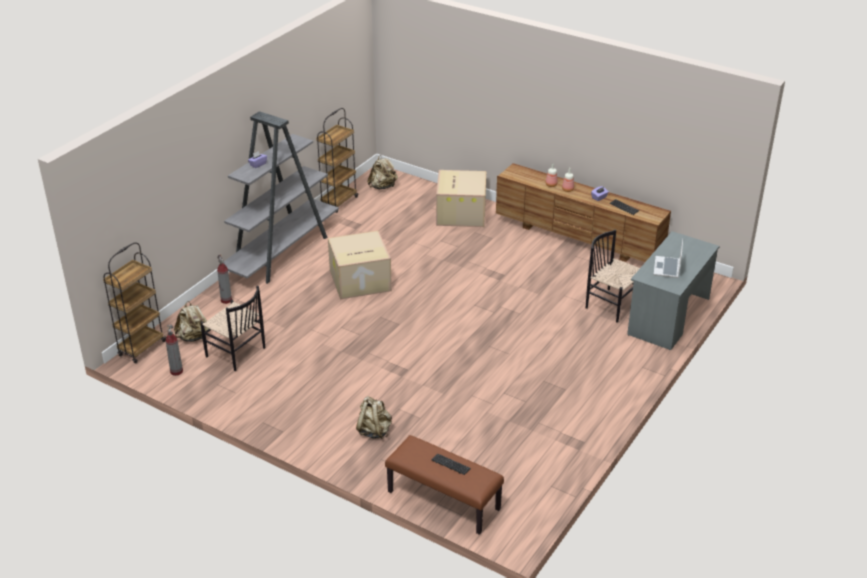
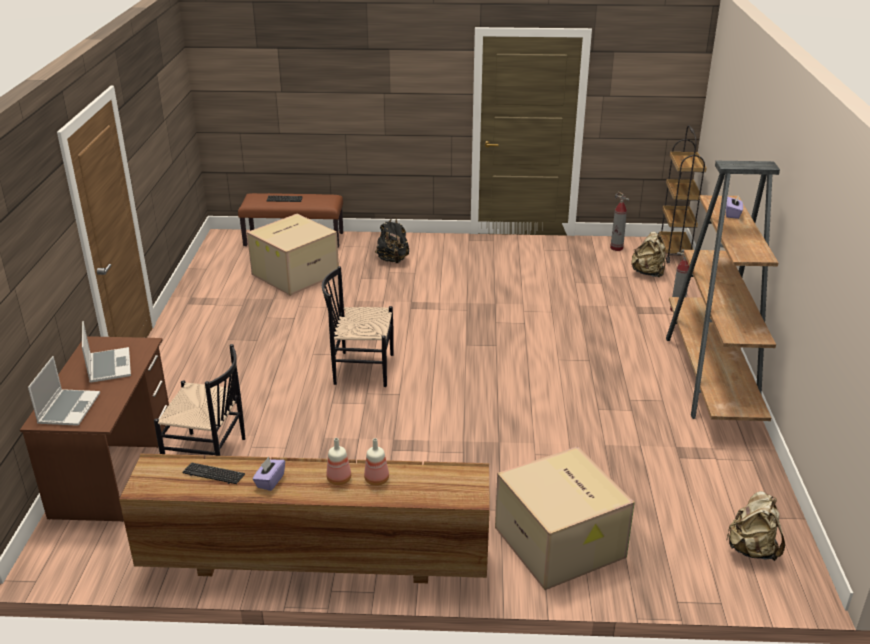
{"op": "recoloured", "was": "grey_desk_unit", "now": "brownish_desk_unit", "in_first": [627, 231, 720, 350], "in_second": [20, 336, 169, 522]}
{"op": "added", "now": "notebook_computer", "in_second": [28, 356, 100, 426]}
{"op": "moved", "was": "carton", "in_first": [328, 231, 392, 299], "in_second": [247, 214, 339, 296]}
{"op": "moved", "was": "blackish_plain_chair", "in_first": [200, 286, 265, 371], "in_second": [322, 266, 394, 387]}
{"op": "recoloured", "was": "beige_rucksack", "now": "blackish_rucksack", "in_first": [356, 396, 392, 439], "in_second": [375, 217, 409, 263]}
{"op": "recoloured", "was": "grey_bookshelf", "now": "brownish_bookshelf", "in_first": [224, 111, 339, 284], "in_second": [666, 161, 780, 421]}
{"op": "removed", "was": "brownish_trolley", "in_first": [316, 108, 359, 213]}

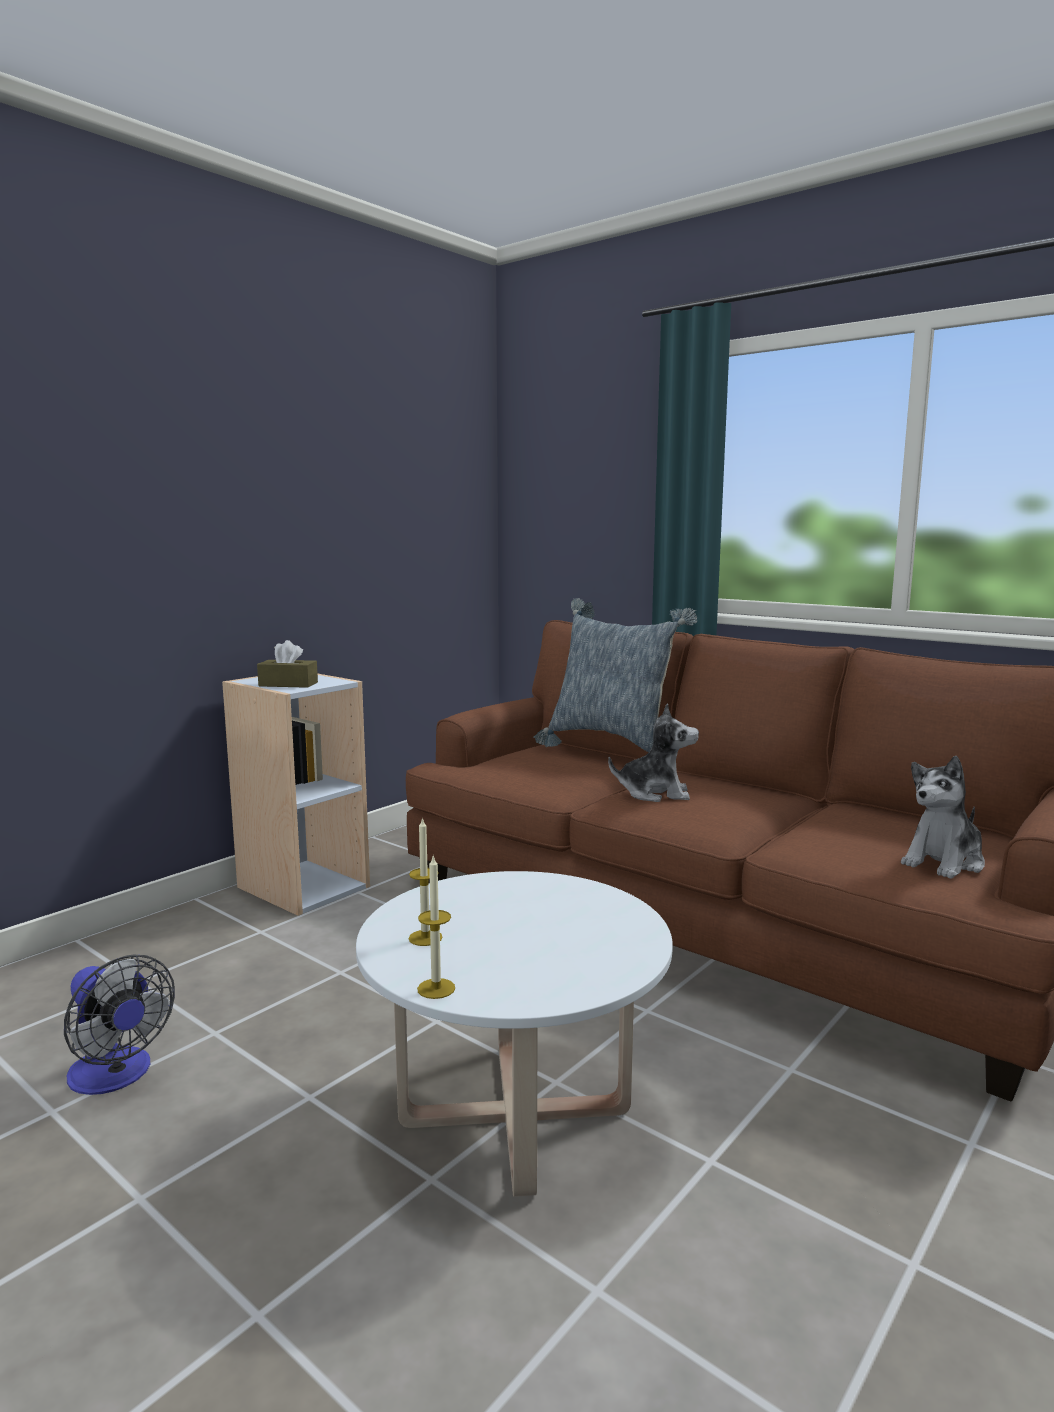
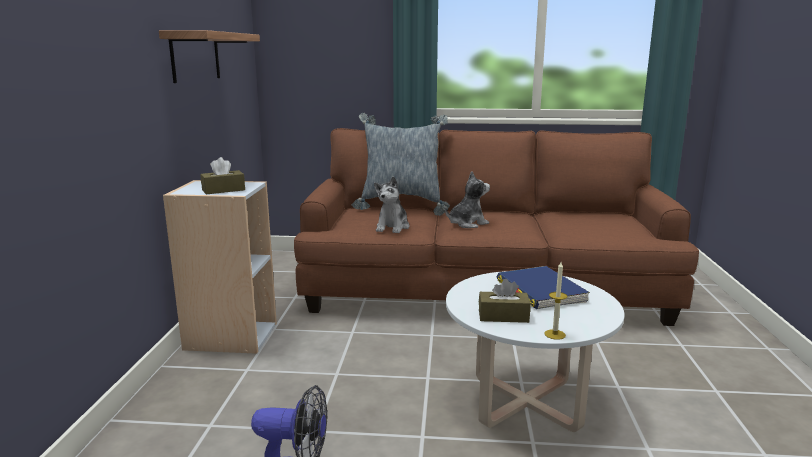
{"op": "added", "now": "shelf", "in_second": [159, 30, 260, 83]}
{"op": "moved", "was": "plush_toy", "in_first": [901, 756, 985, 879], "in_second": [374, 176, 410, 233]}
{"op": "replaced", "was": "wax_light", "now": "brownish_tissue_box", "in_first": [408, 817, 443, 946], "in_second": [479, 279, 531, 323]}
{"op": "added", "now": "blue-coloured_volume", "in_second": [497, 266, 590, 309]}

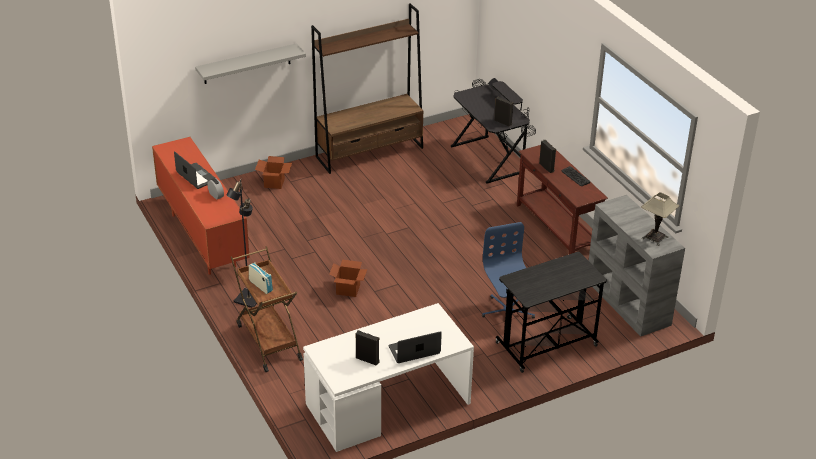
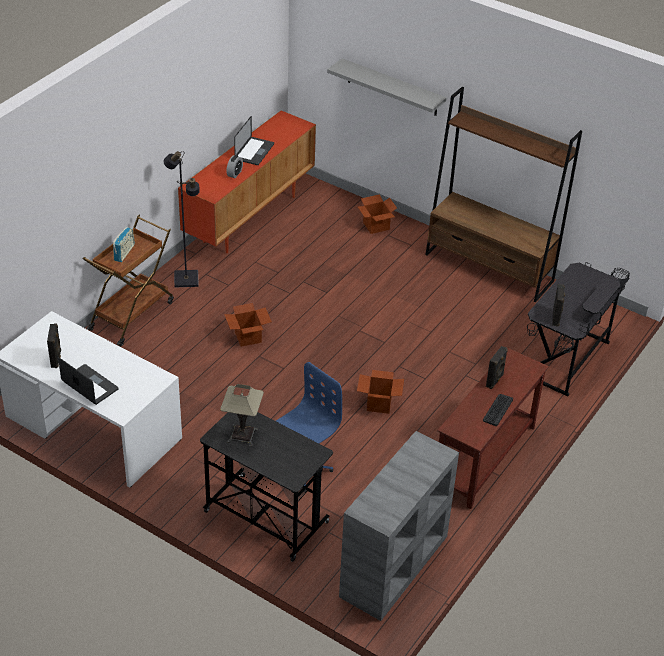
{"op": "moved", "was": "tabletop_lamp", "in_first": [641, 193, 679, 246], "in_second": [220, 384, 264, 446]}
{"op": "added", "now": "carton", "in_second": [357, 370, 404, 414]}

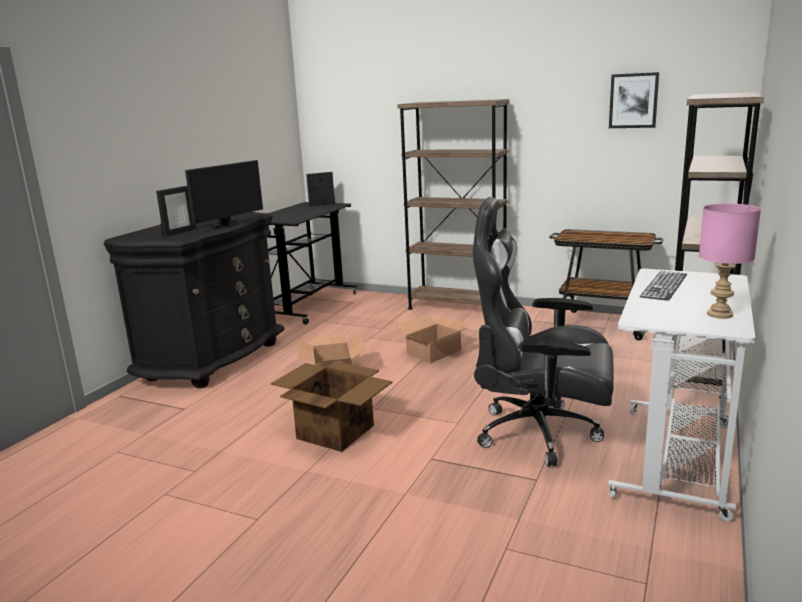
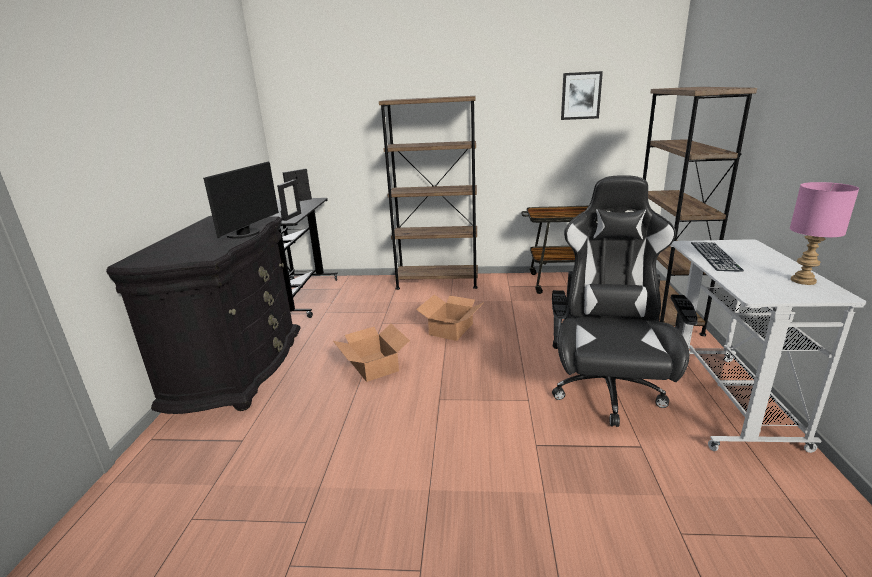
{"op": "moved", "was": "standing_frame", "in_first": [156, 186, 196, 236], "in_second": [277, 180, 301, 221]}
{"op": "turned", "was": "blackish_desk_chair", "in_first": [473, 197, 614, 466], "in_second": [552, 175, 698, 427], "clockwise": 105}
{"op": "removed", "was": "carton", "in_first": [271, 361, 393, 452]}

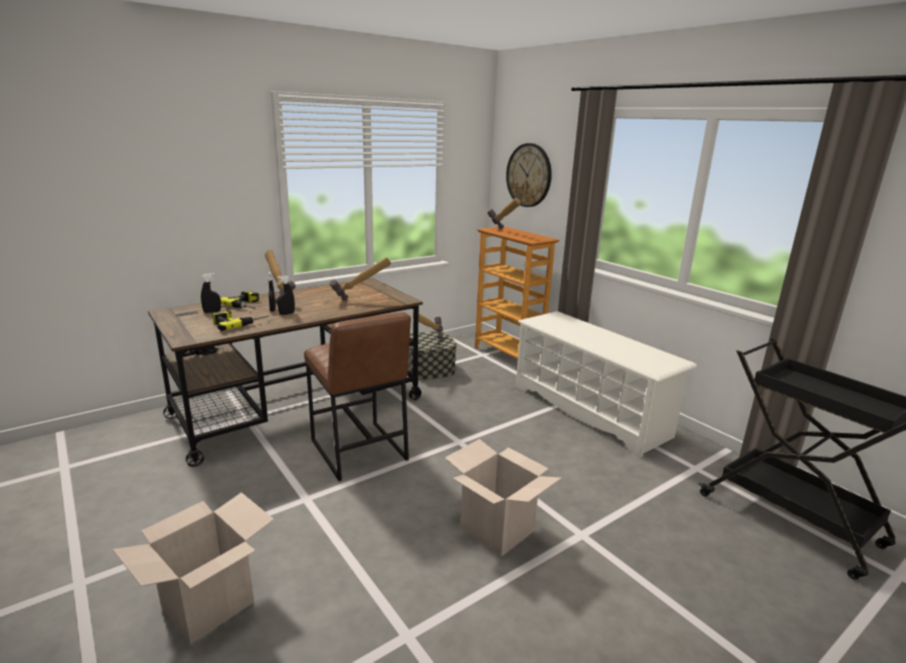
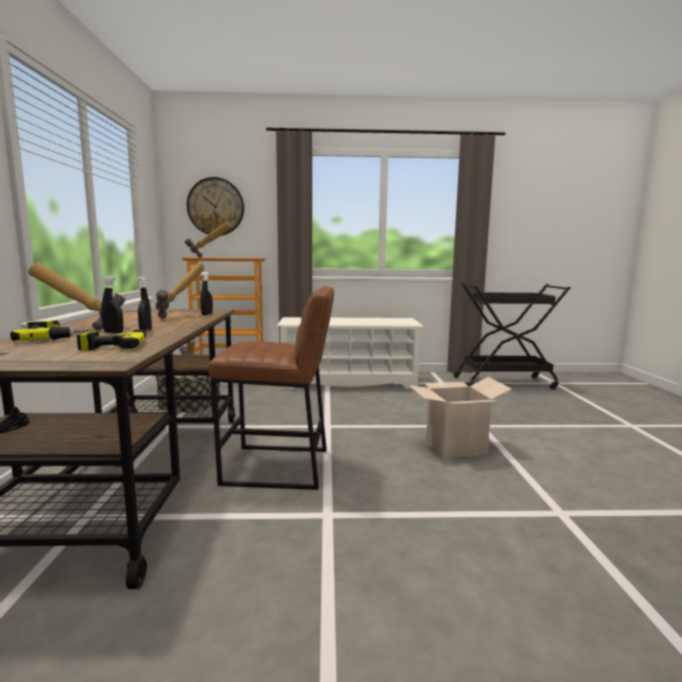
{"op": "moved", "was": "blackish_sprayer", "in_first": [201, 273, 221, 313], "in_second": [200, 272, 213, 315]}
{"op": "removed", "was": "carton", "in_first": [112, 492, 274, 644]}

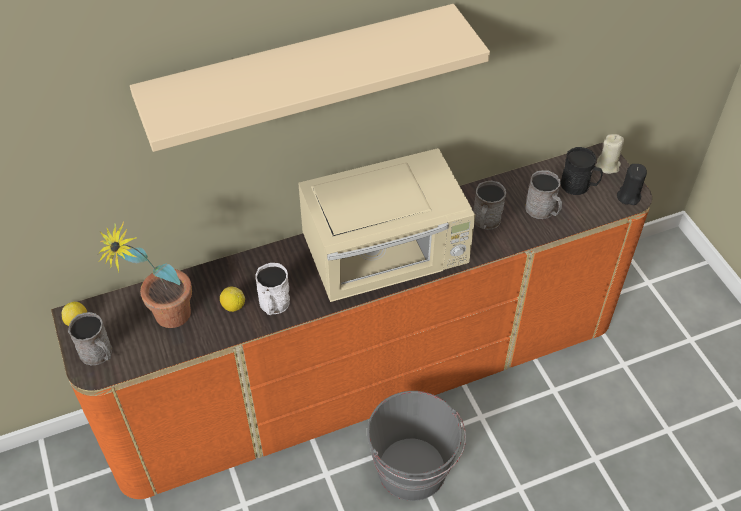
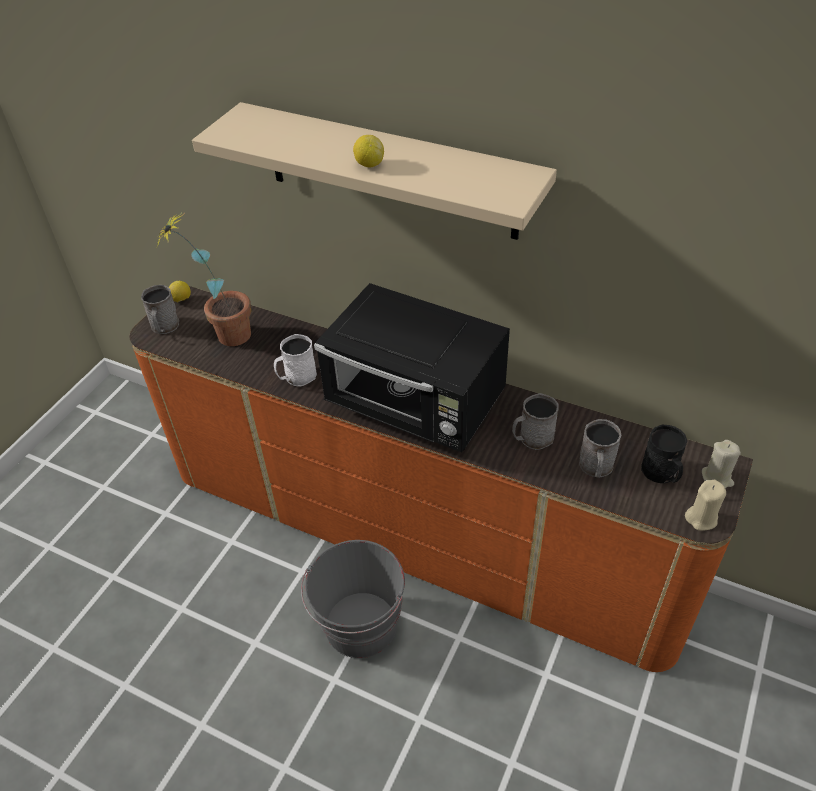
{"op": "recoloured", "was": "beige_kitchen_microwave", "now": "blackish_kitchen_microwave", "in_first": [298, 148, 475, 302], "in_second": [314, 283, 510, 452]}
{"op": "moved", "was": "citrus_fruit", "in_first": [220, 287, 245, 312], "in_second": [353, 135, 384, 168]}
{"op": "recoloured", "was": "blackish_wax_light", "now": "beige_wax_light", "in_first": [617, 164, 647, 205], "in_second": [685, 480, 726, 531]}

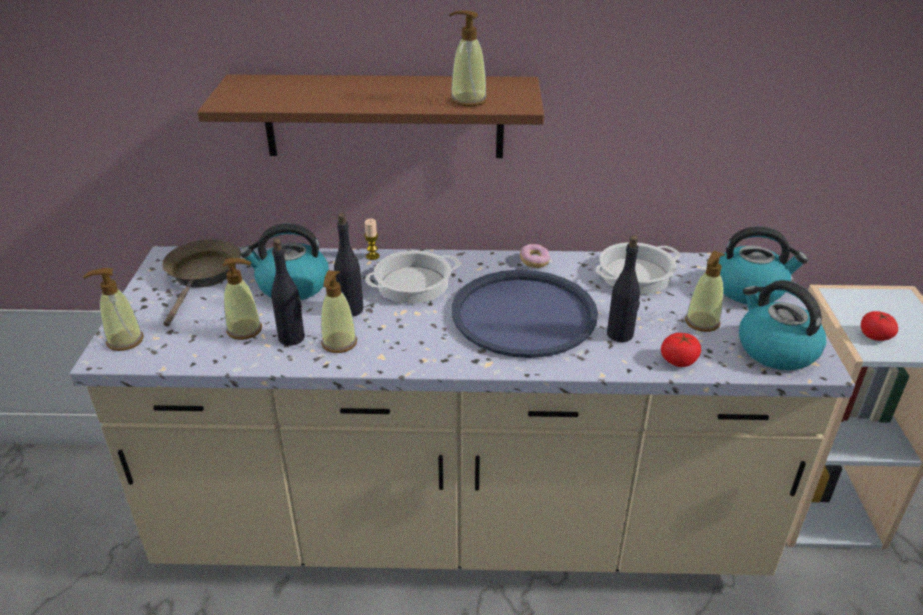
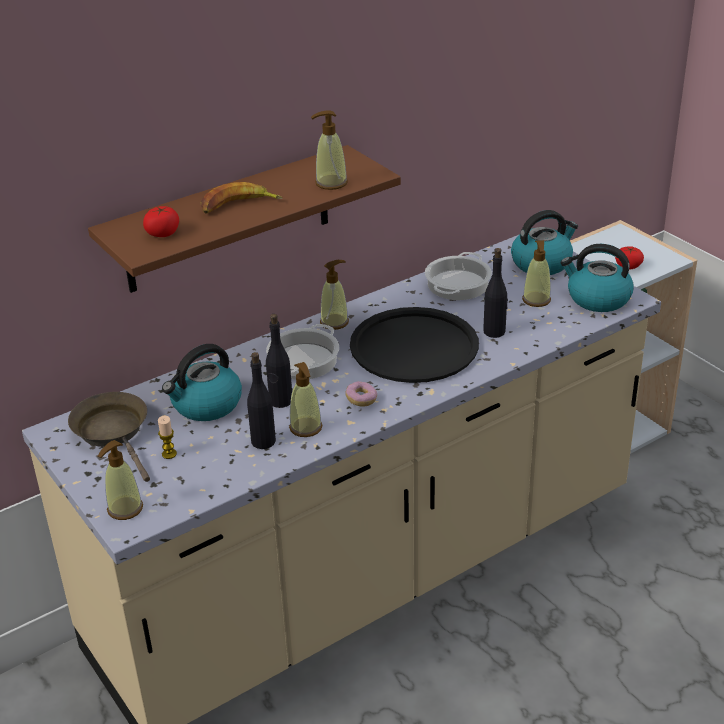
{"op": "moved", "was": "fresh_tomato", "in_first": [661, 333, 701, 367], "in_second": [143, 206, 179, 237]}
{"op": "moved", "was": "wax_light", "in_first": [364, 219, 380, 260], "in_second": [158, 416, 177, 459]}
{"op": "added", "now": "banana_fruit", "in_second": [200, 182, 283, 214]}
{"op": "moved", "was": "soap_dispenser", "in_first": [223, 258, 262, 340], "in_second": [320, 260, 349, 330]}
{"op": "moved", "was": "doughnut", "in_first": [520, 244, 550, 268], "in_second": [345, 381, 377, 407]}
{"op": "recoloured", "was": "blue-coloured_carrying_tray", "now": "blackish_carrying_tray", "in_first": [452, 270, 598, 358], "in_second": [350, 307, 479, 383]}

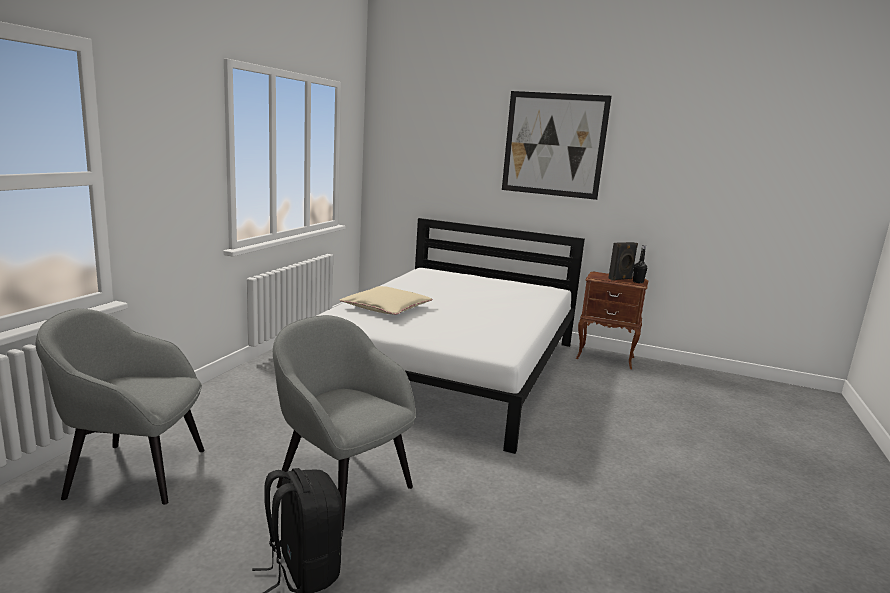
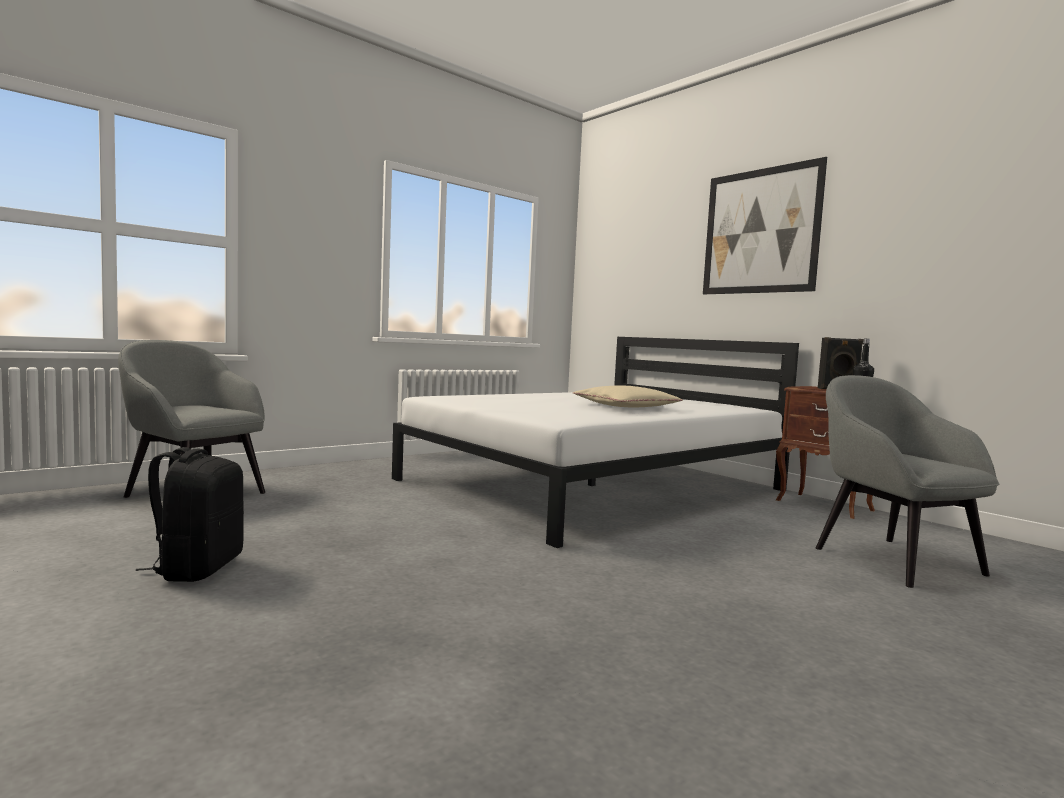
{"op": "moved", "was": "beige_throw_pillow", "in_first": [339, 286, 432, 315], "in_second": [573, 386, 683, 407]}
{"op": "moved", "was": "grey_lounge_chair", "in_first": [273, 315, 416, 529], "in_second": [816, 375, 999, 588]}

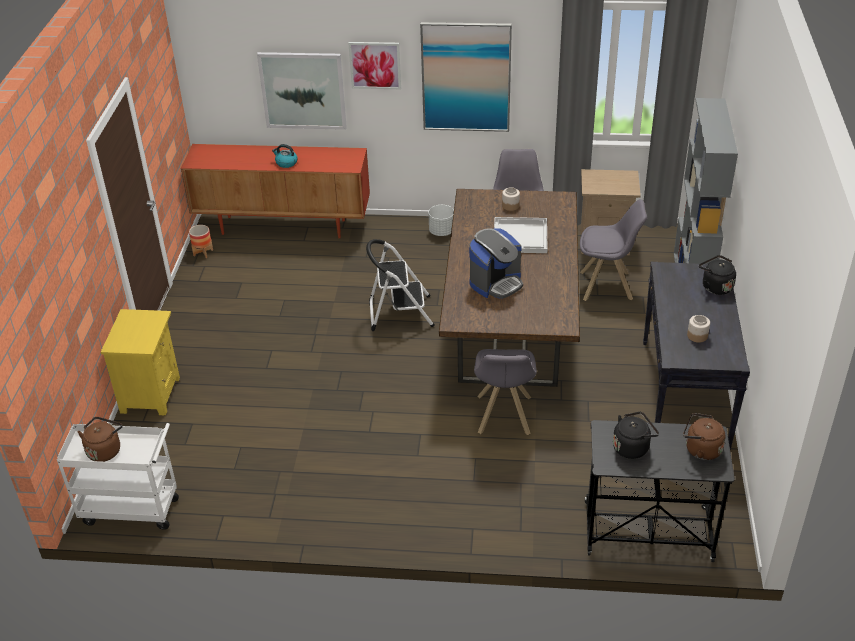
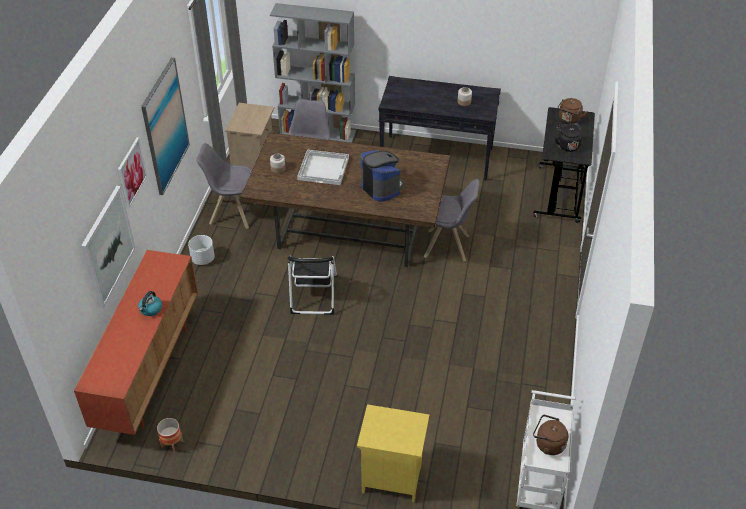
{"op": "removed", "was": "blackish_kettle", "in_first": [699, 255, 736, 295]}

